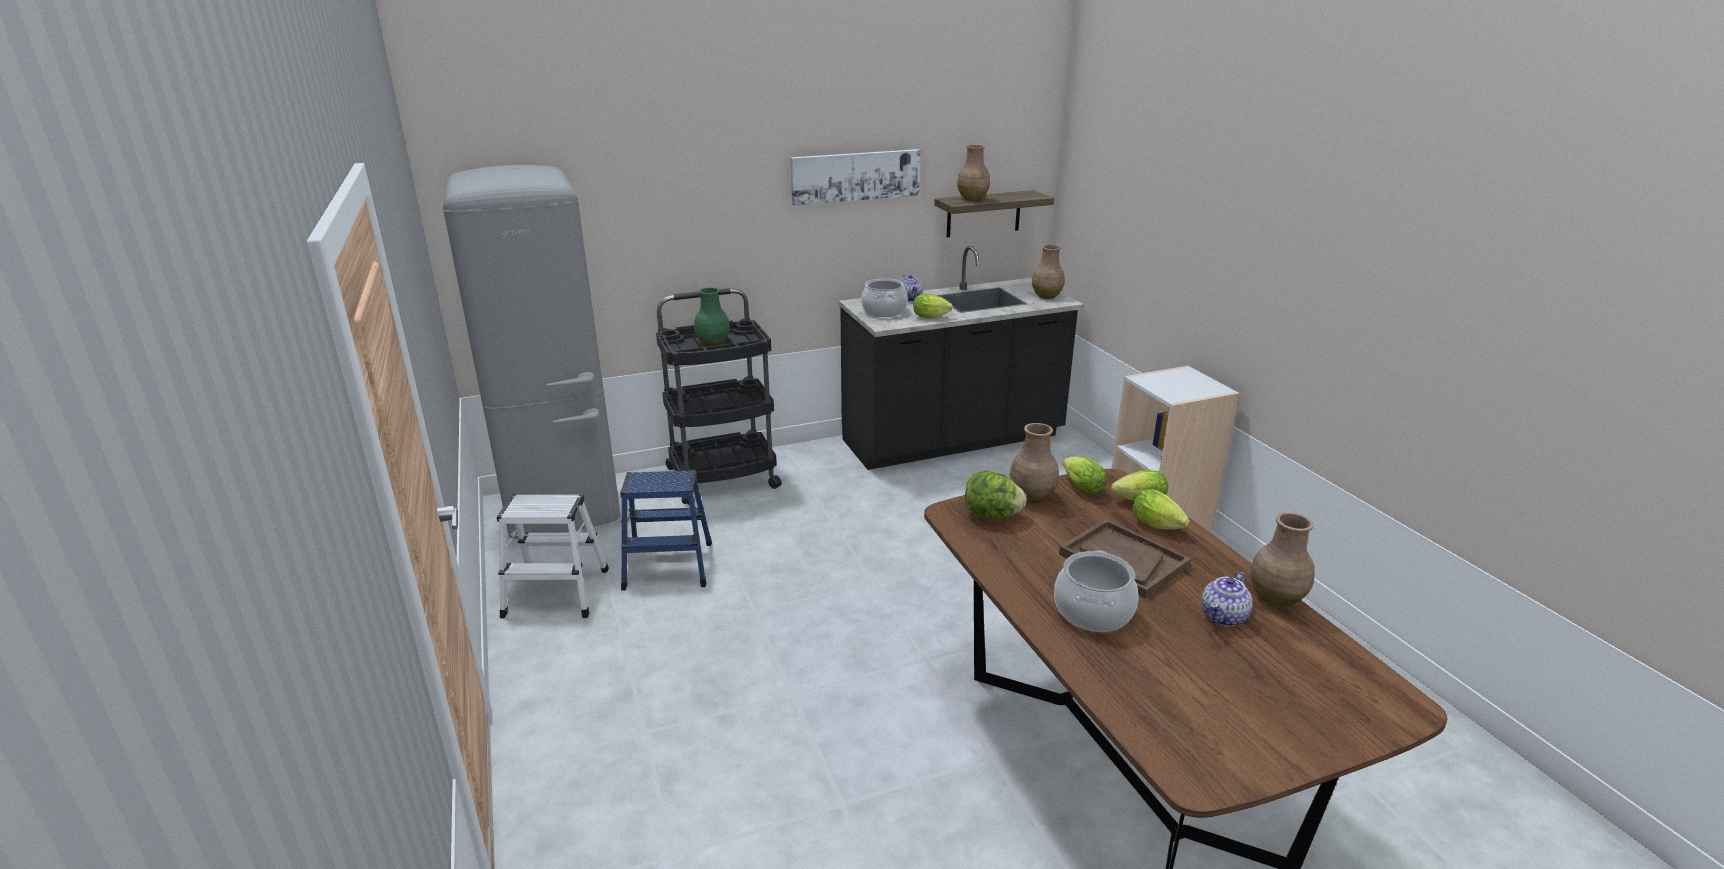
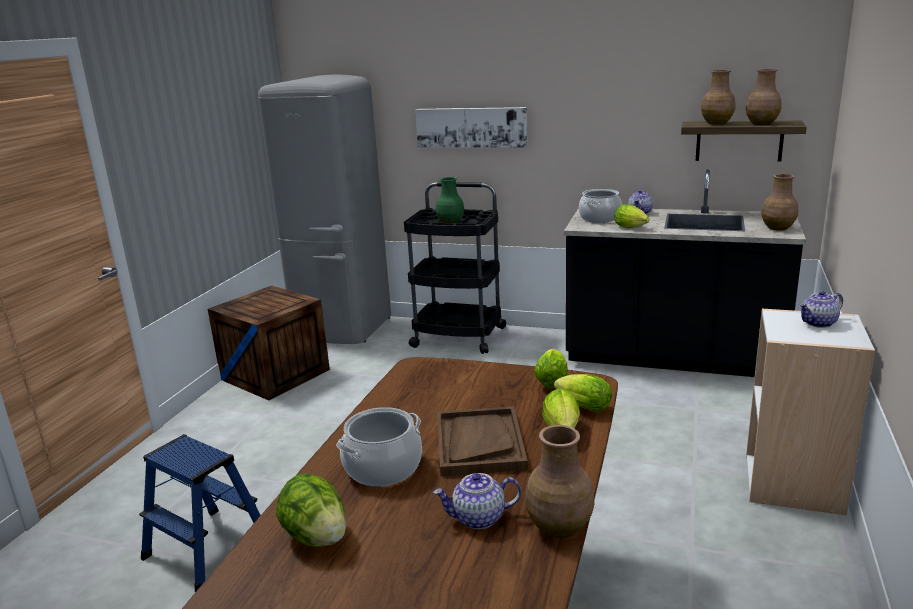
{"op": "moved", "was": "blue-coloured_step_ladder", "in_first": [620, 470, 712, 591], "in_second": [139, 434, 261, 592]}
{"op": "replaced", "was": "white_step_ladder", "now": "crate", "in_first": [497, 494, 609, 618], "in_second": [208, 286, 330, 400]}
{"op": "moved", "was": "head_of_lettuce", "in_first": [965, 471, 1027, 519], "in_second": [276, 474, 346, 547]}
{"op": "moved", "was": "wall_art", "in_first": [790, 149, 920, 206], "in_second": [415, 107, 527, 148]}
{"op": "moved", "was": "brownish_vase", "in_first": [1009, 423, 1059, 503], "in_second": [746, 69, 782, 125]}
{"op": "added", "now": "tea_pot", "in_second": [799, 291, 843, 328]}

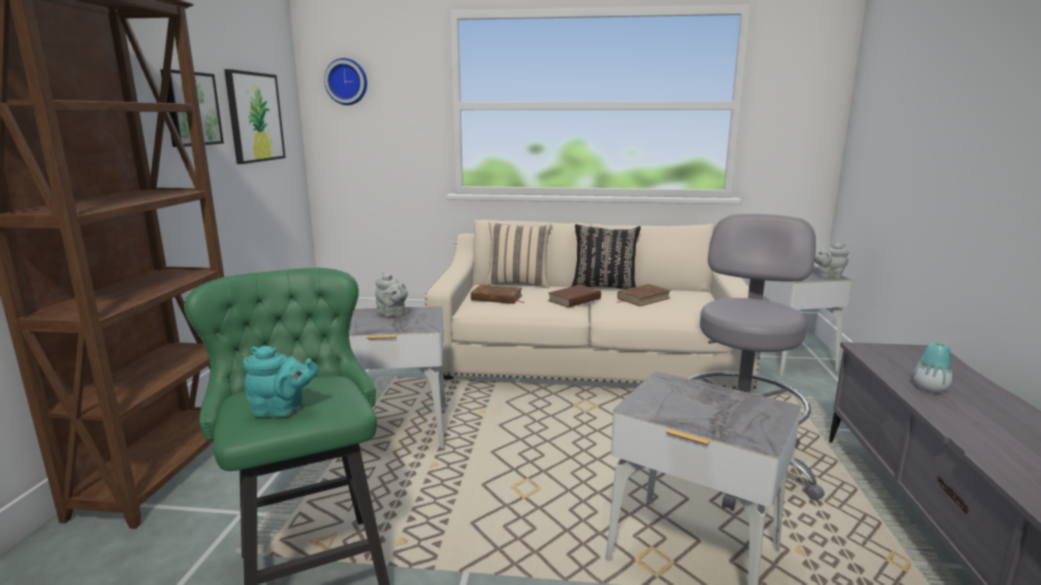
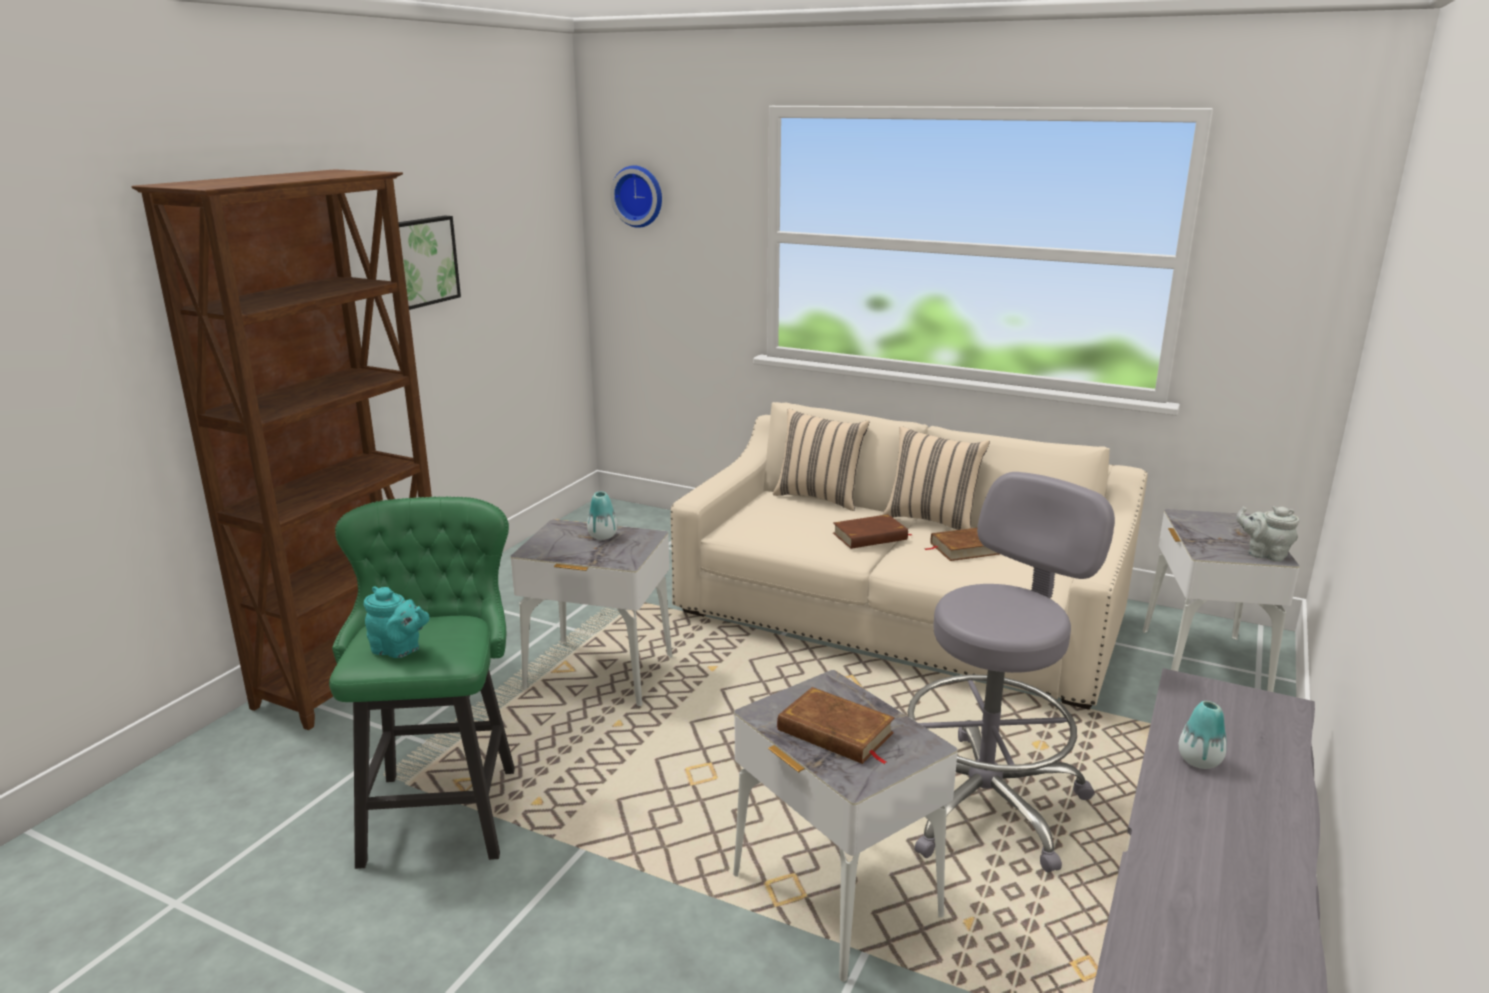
{"op": "replaced", "was": "grey_tea_pot", "now": "vase", "in_first": [375, 272, 408, 317], "in_second": [587, 491, 618, 540]}
{"op": "moved", "was": "brownish_volume", "in_first": [471, 285, 524, 304], "in_second": [777, 687, 895, 764]}
{"op": "recoloured", "was": "blackish_throw_pillow", "now": "beige_throw_pillow", "in_first": [571, 224, 641, 290], "in_second": [883, 426, 990, 530]}
{"op": "removed", "was": "wall_art", "in_first": [224, 69, 286, 164]}

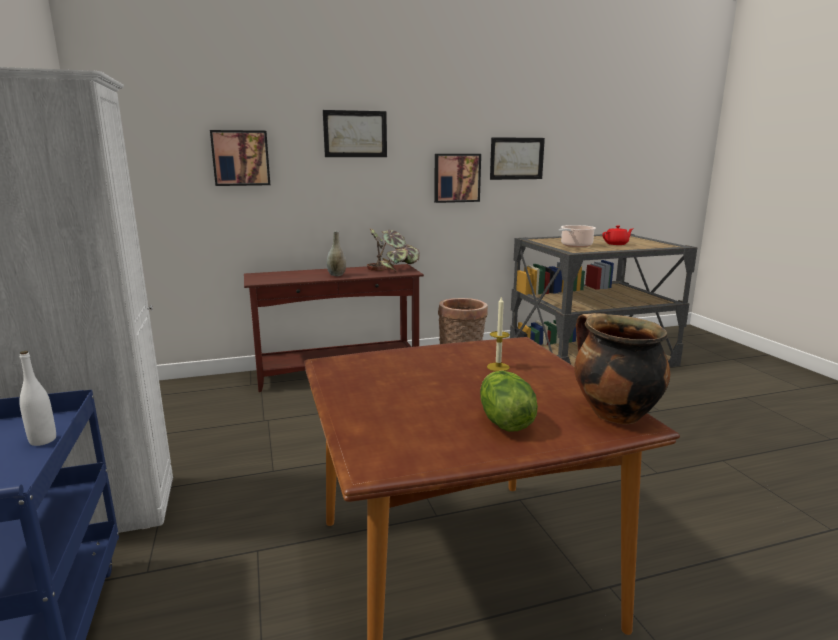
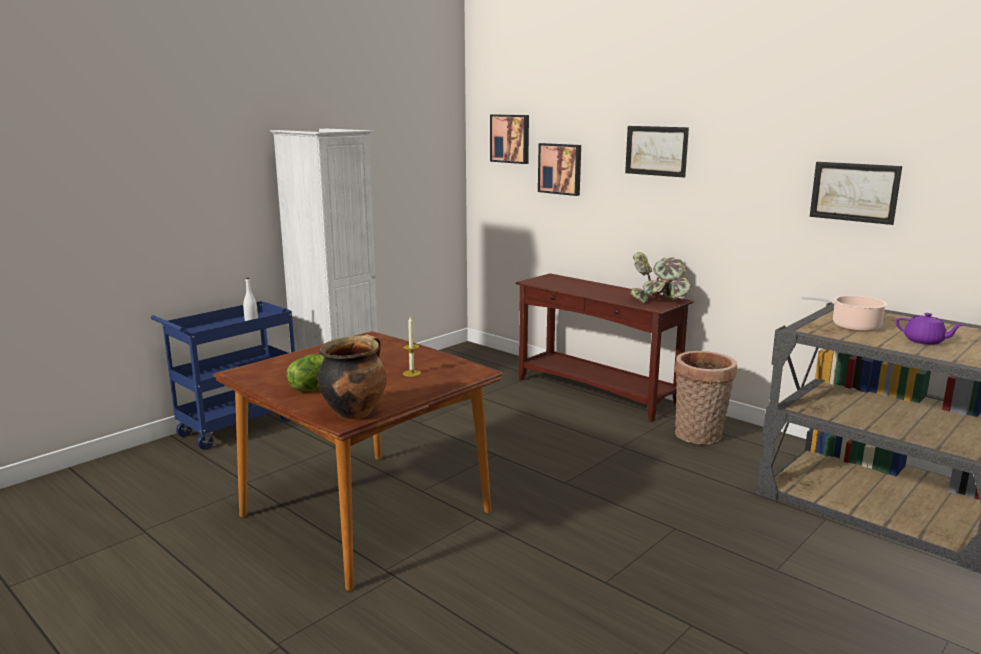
{"op": "moved", "was": "wall_art", "in_first": [434, 154, 481, 203], "in_second": [490, 115, 529, 164]}
{"op": "recoloured", "was": "red_tea_pot", "now": "purple_tea_pot", "in_first": [602, 226, 633, 245], "in_second": [896, 313, 963, 345]}
{"op": "removed", "was": "grey_vase", "in_first": [327, 231, 346, 276]}

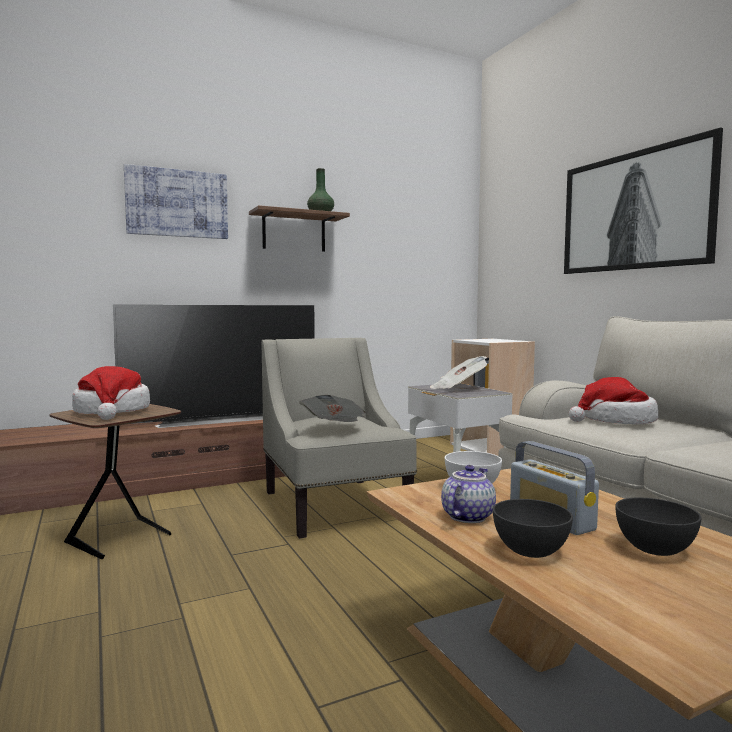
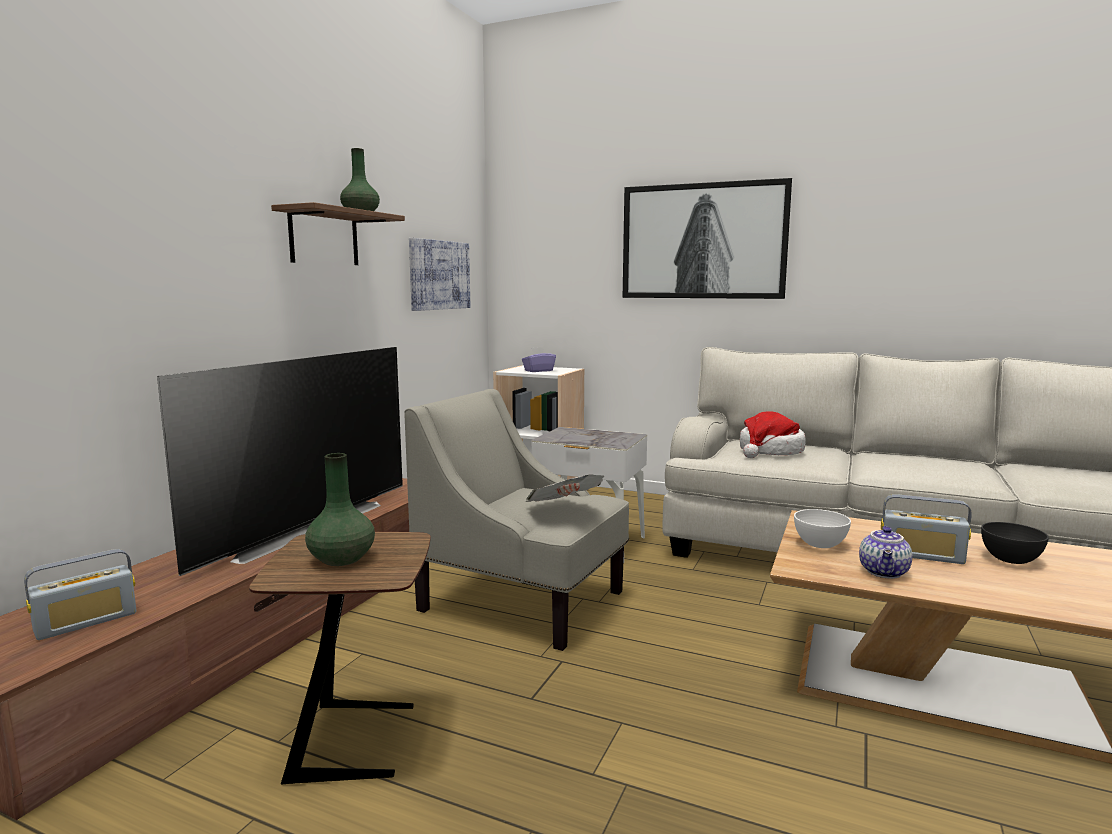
{"op": "added", "now": "radio", "in_second": [24, 549, 136, 640]}
{"op": "replaced", "was": "wearable_hat", "now": "green-coloured_vase", "in_first": [72, 366, 150, 420], "in_second": [305, 453, 375, 566]}
{"op": "moved", "was": "wall_art", "in_first": [124, 164, 228, 239], "in_second": [409, 238, 470, 311]}
{"op": "added", "now": "purple_tissue_box", "in_second": [522, 347, 556, 372]}
{"op": "turned", "was": "tea_pot", "in_first": [441, 465, 496, 523], "in_second": [859, 526, 913, 579], "clockwise": -150}
{"op": "removed", "was": "newspaper", "in_first": [430, 356, 487, 389]}
{"op": "removed", "was": "grey_deep_dish", "in_first": [493, 499, 573, 558]}

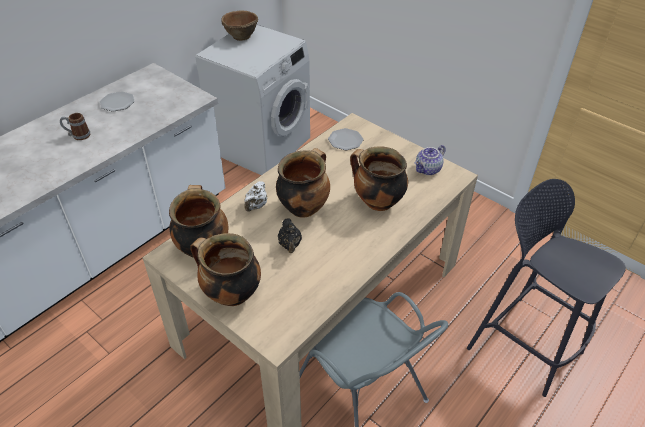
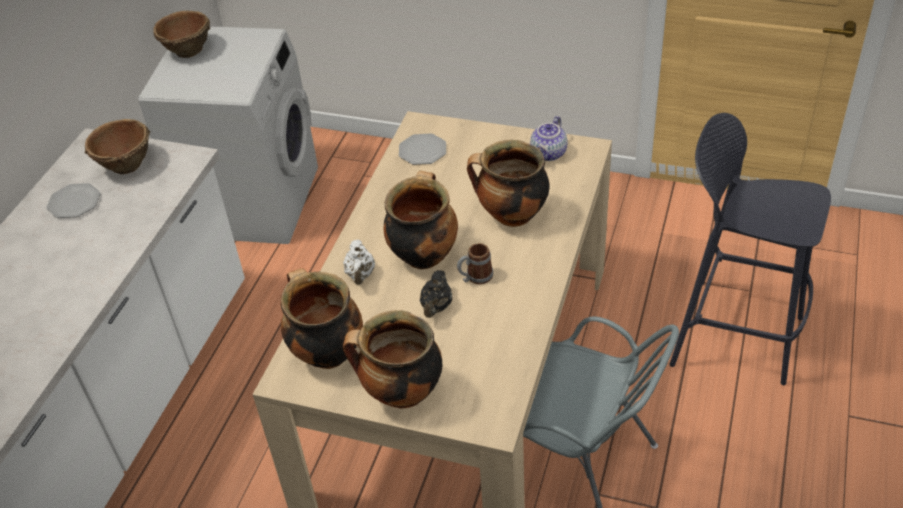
{"op": "added", "now": "brownish_deep_dish", "in_second": [85, 119, 150, 174]}
{"op": "turned", "was": "blackish_tea_pot", "in_first": [278, 218, 302, 253], "in_second": [420, 270, 452, 318], "clockwise": 45}
{"op": "moved", "was": "mug", "in_first": [60, 113, 90, 140], "in_second": [457, 243, 493, 284]}

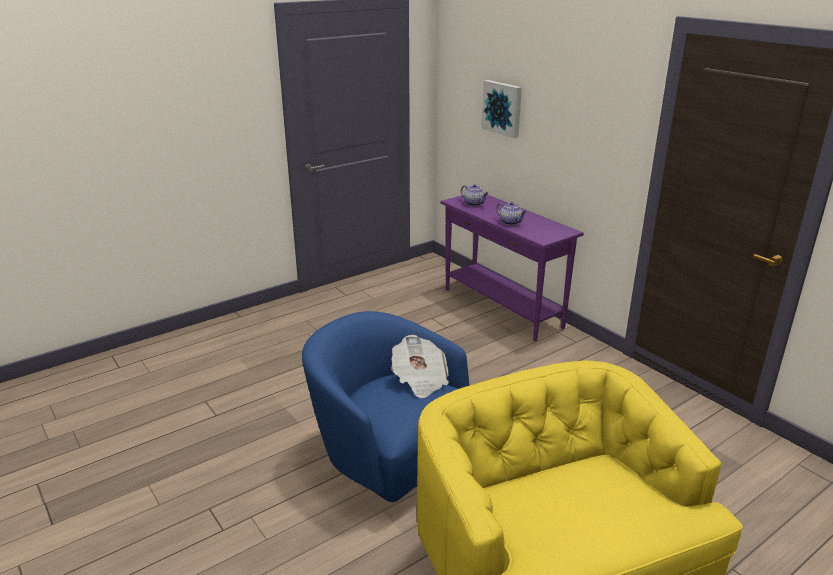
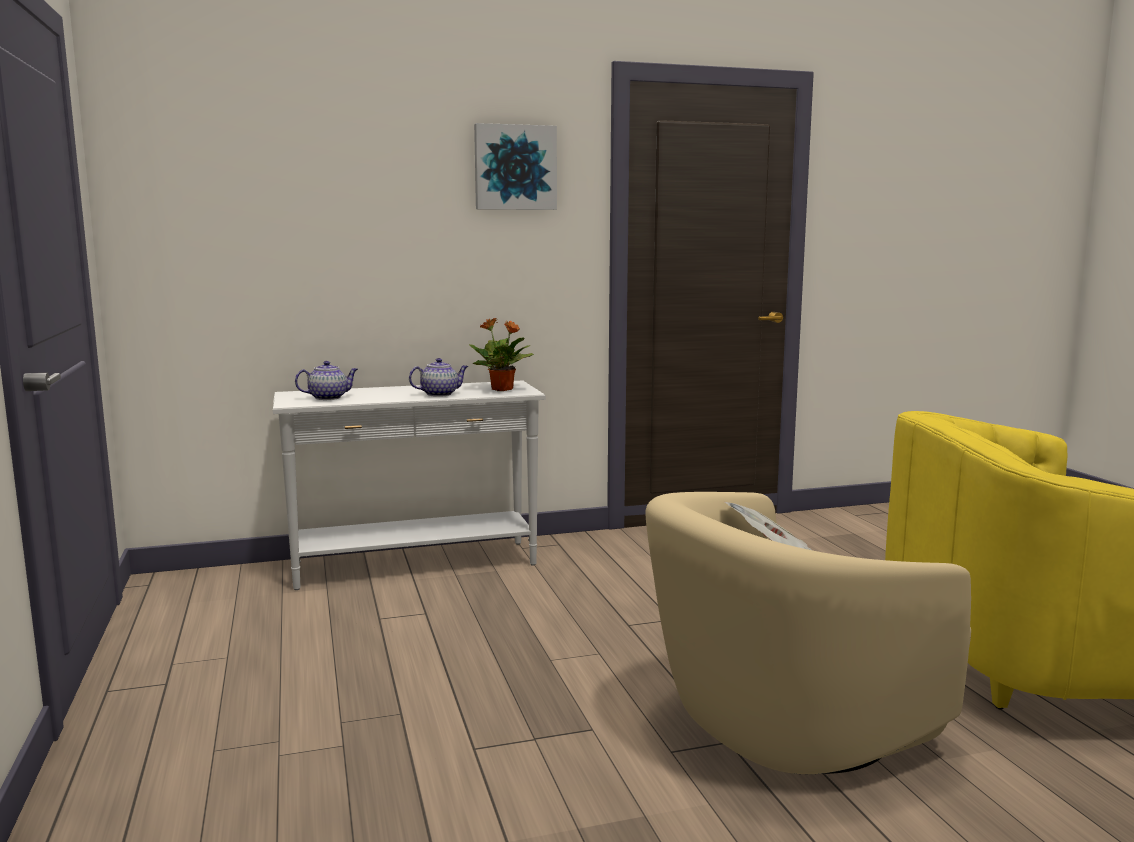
{"op": "recoloured", "was": "purple_narrow_table", "now": "white_narrow_table", "in_first": [440, 195, 584, 342], "in_second": [273, 380, 546, 590]}
{"op": "added", "now": "potted_plant", "in_second": [469, 318, 534, 391]}
{"op": "moved", "was": "wall_art", "in_first": [481, 80, 522, 138], "in_second": [474, 123, 557, 210]}
{"op": "recoloured", "was": "blue-coloured_lounge_chair", "now": "beige_lounge_chair", "in_first": [302, 311, 470, 502], "in_second": [645, 492, 971, 774]}

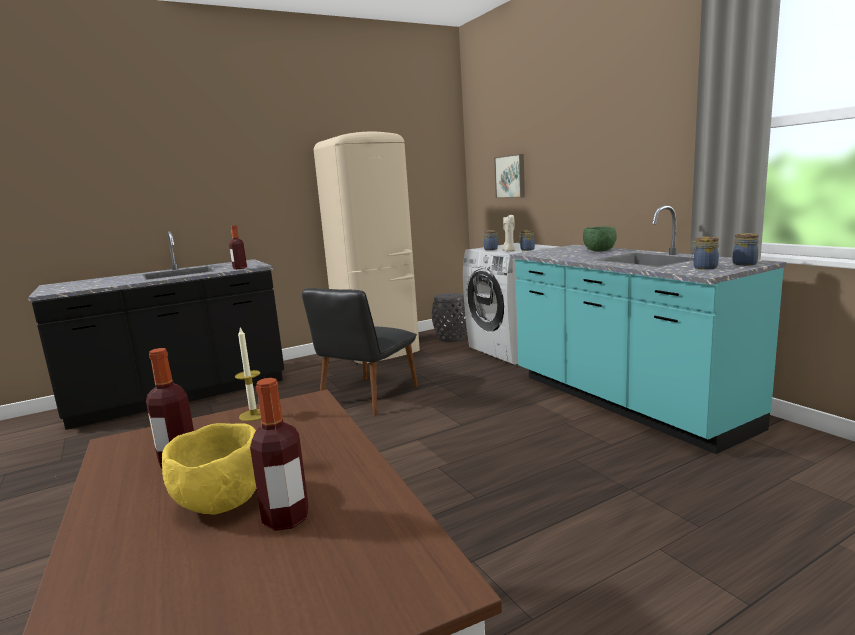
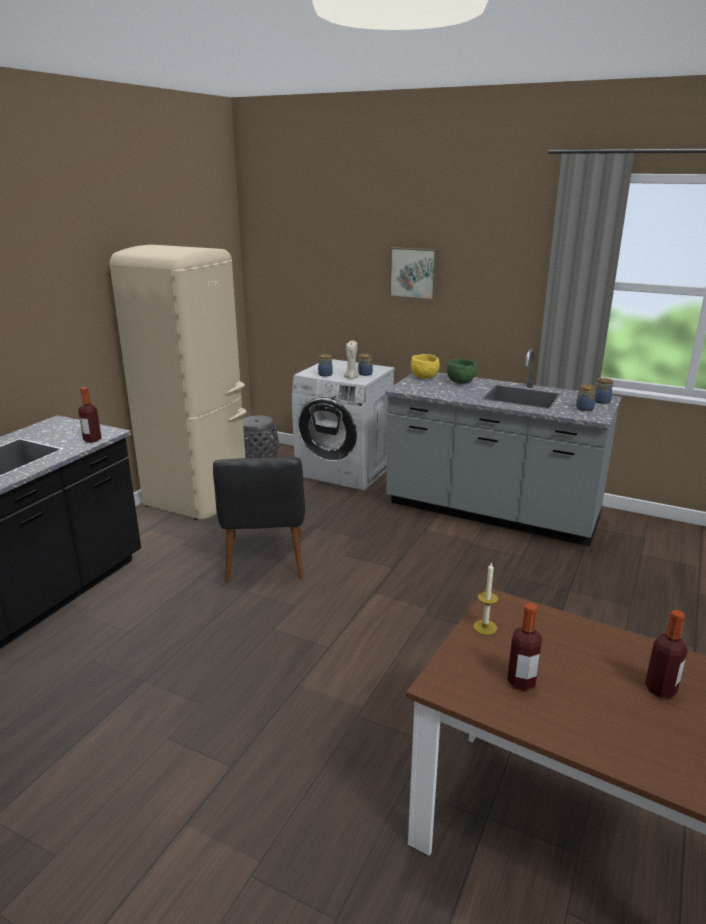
{"op": "recoloured", "was": "turquoise-coloured_kitchen_counter", "now": "grey_kitchen_counter", "in_first": [509, 205, 786, 454], "in_second": [385, 348, 622, 546]}
{"op": "moved", "was": "wall_art", "in_first": [494, 154, 525, 198], "in_second": [389, 247, 438, 300]}
{"op": "moved", "was": "yellow-coloured_deep_dish", "in_first": [162, 423, 256, 515], "in_second": [411, 354, 440, 379]}

